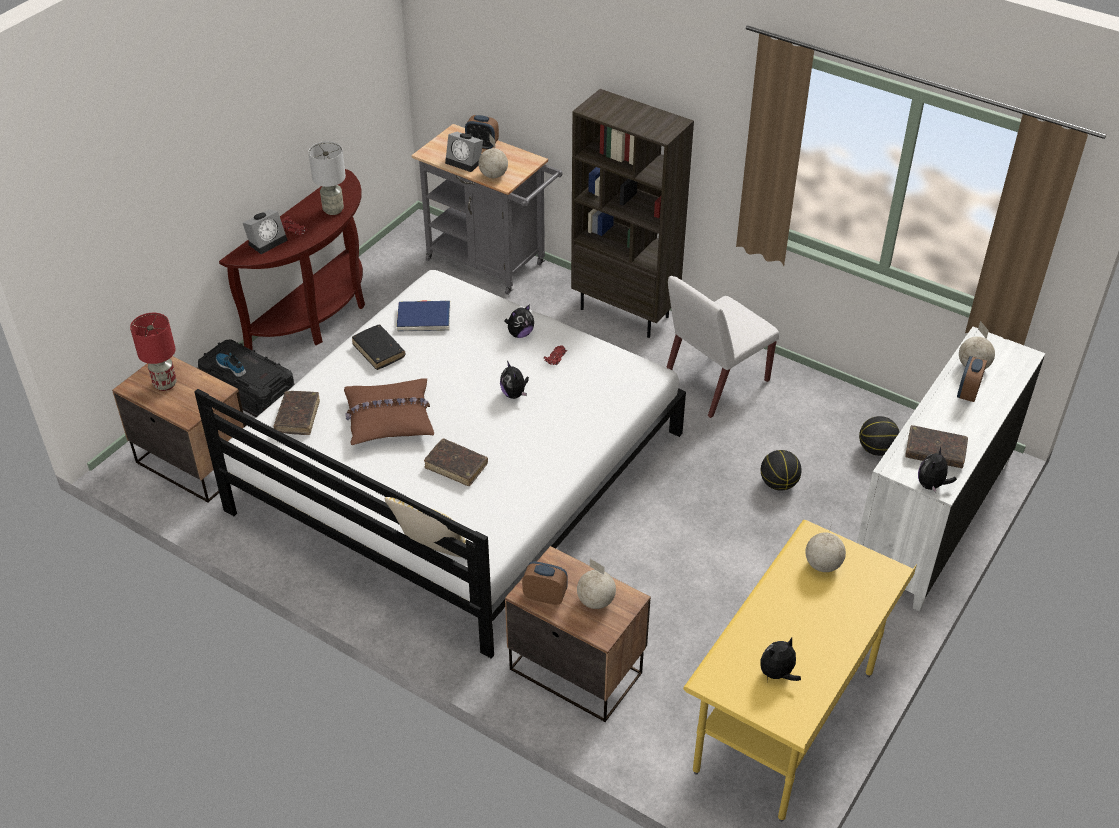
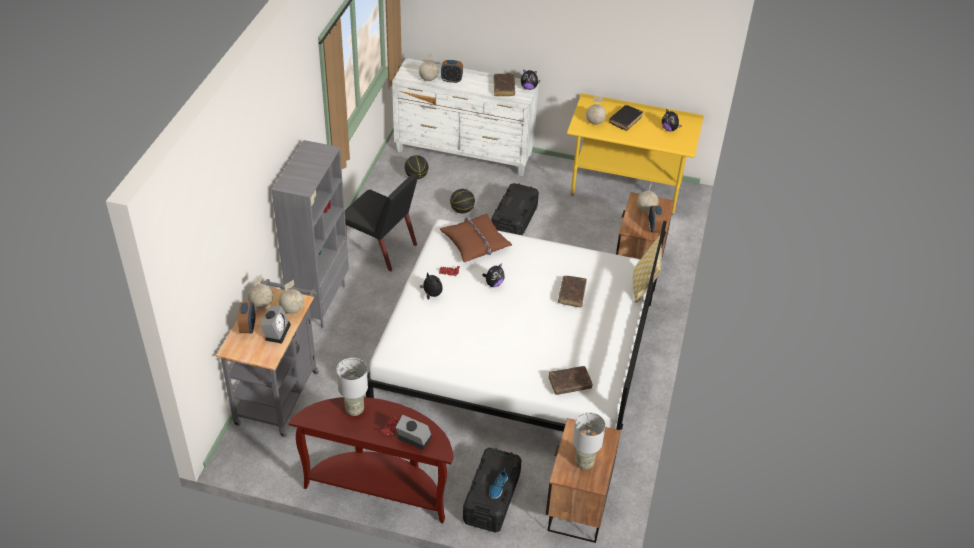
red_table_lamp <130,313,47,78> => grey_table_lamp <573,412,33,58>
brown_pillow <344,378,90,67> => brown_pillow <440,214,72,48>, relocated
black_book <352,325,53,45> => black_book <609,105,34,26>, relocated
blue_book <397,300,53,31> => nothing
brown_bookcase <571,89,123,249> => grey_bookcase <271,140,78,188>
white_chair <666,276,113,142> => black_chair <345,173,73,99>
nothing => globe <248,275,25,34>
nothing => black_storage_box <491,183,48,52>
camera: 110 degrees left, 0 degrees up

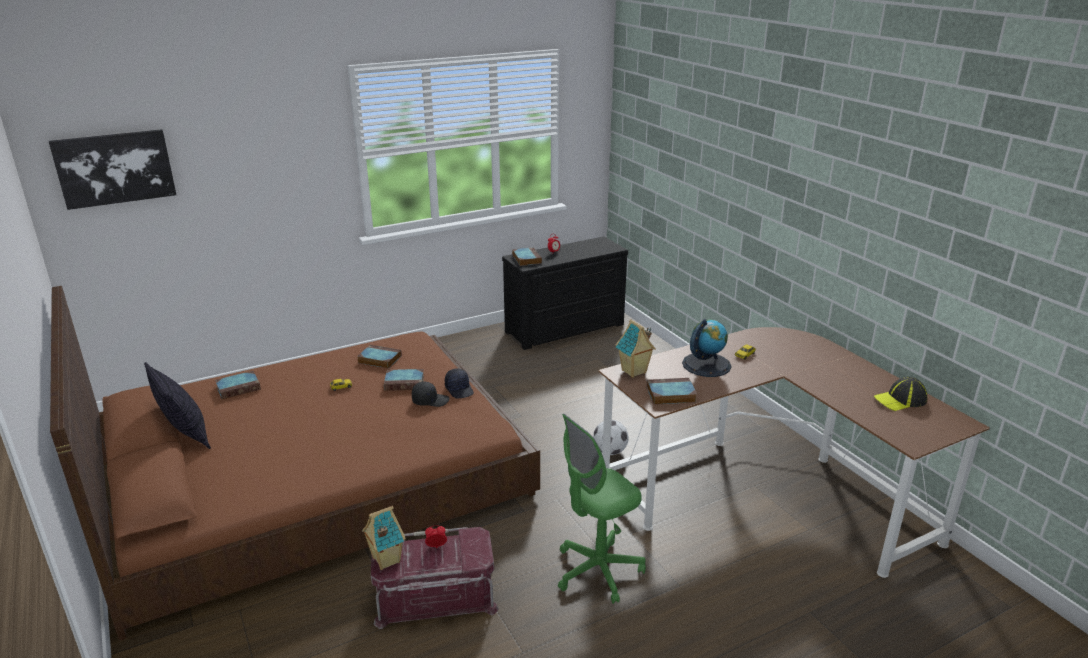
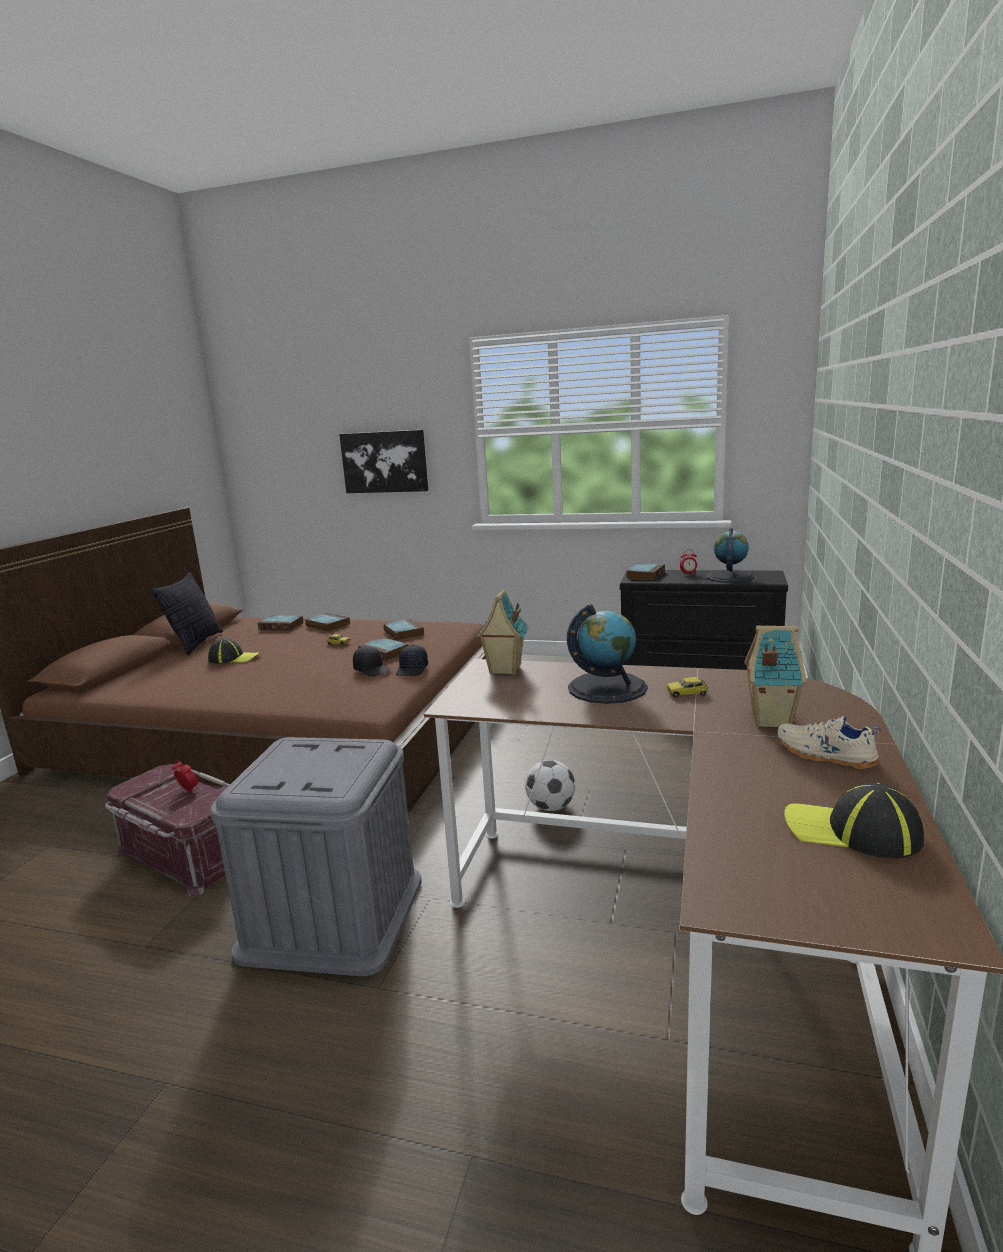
picture <49,129,127,81> => picture <339,430,89,63>, relocated
toy_house <362,506,44,64> => toy_house <744,626,62,101>, relocated
green_office_chair <558,414,88,190> => grey_storage_box <210,737,212,239>
book <647,378,50,27> => book <305,613,45,19>, relocated
nothing => cap <208,638,52,26>
nothing => globe <706,528,48,55>
nothing => beige_shoe <777,716,104,53>
camera: 45 degrees right, 10 degrees down

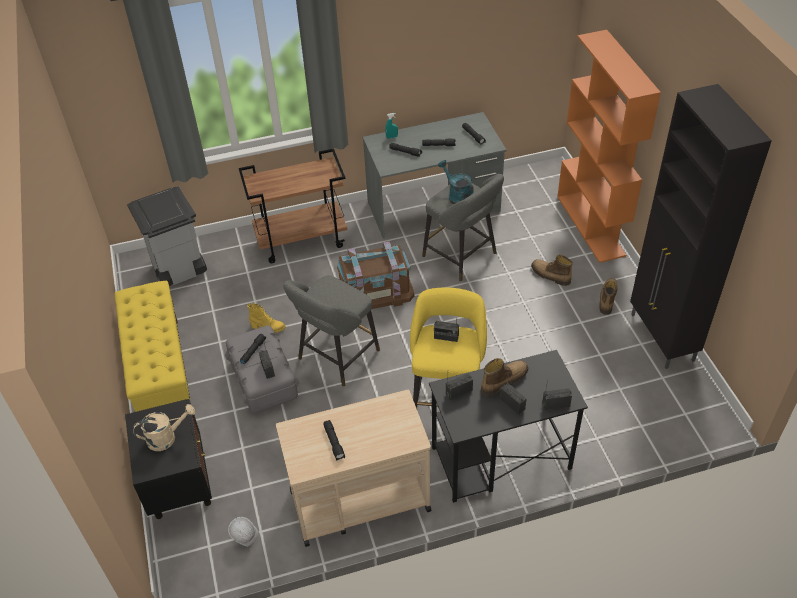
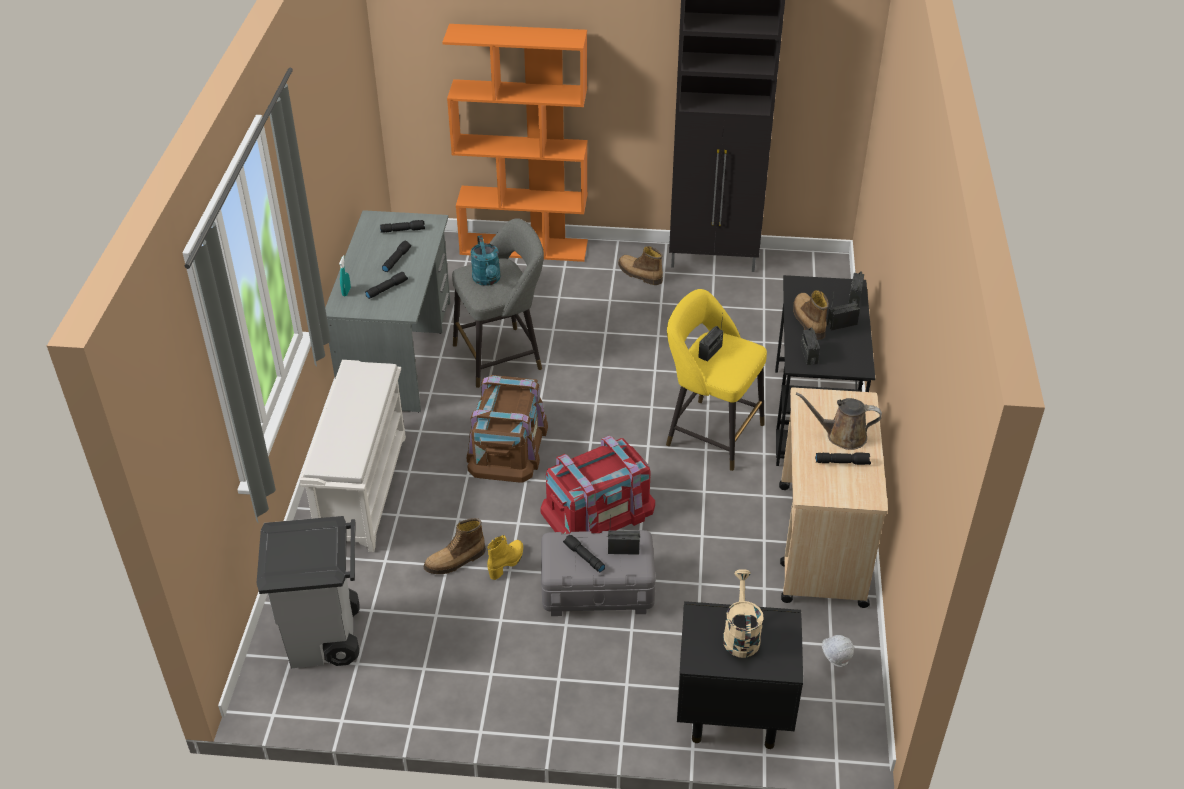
yellow_bench <115,281,75,131> => nothing
brown_cart <239,148,108,115> => white_shoe_rack <300,360,106,192>
grey_stool <283,275,97,111> => red_storage_box <541,435,114,99>
turquoise_watering_can <438,160,36,44> => turquoise_watering_can <470,235,31,51>, 90 degrees counterclockwise
boot <531,255,42,31> => boot <424,518,62,56>, relocated
nothing => brown_watering_can <796,392,86,58>
camera: 70 degrees left, 5 degrees down

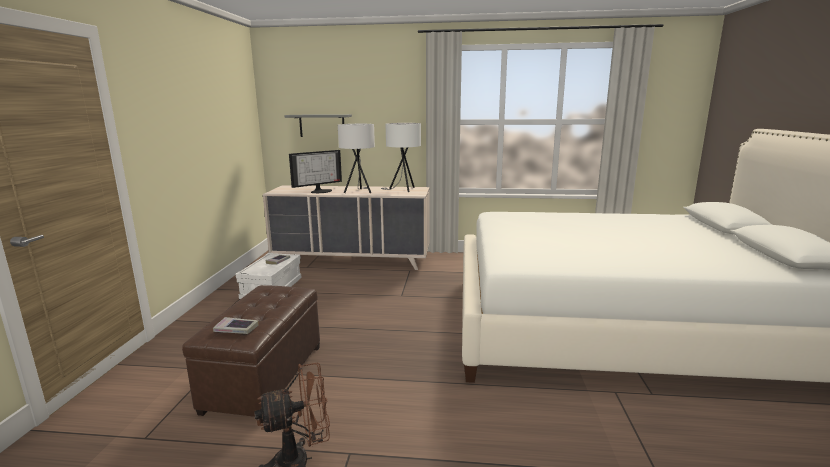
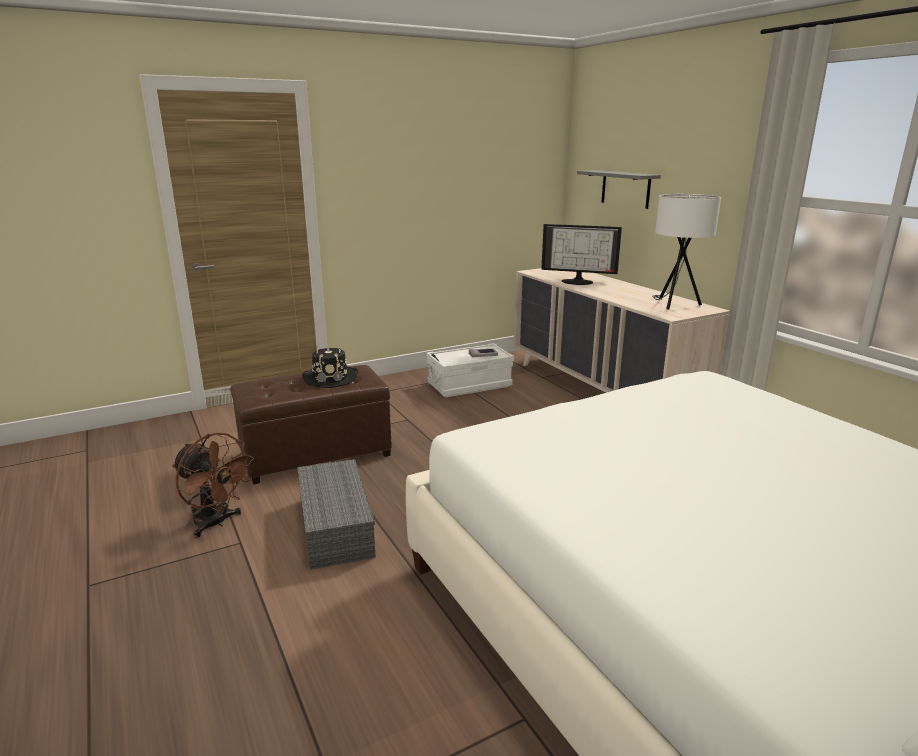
book <213,317,46,17> => nothing
white_table_lamp <338,124,37,69> => nothing
nothing => grey_storage_box <297,459,79,111>
nothing => black_hat <302,348,56,40>
camera: 55 degrees right, 5 degrees up

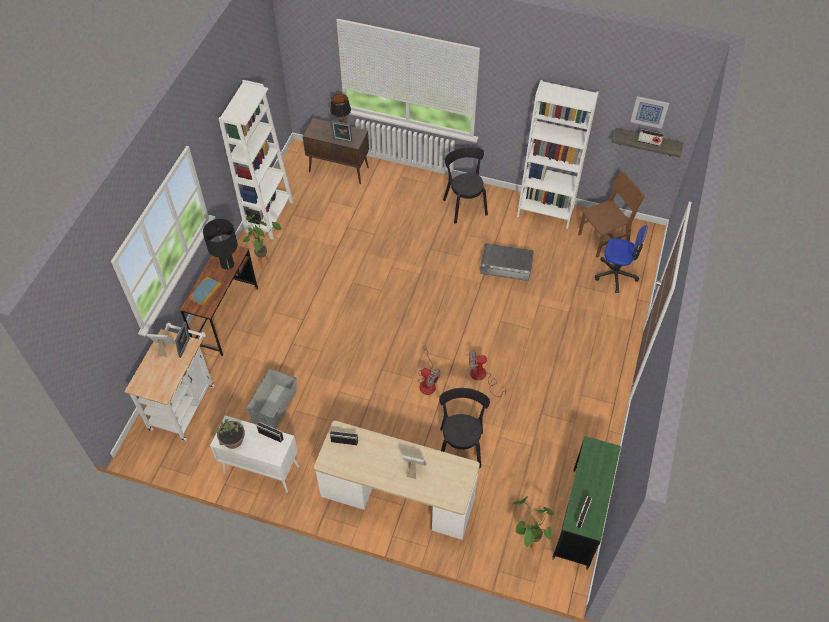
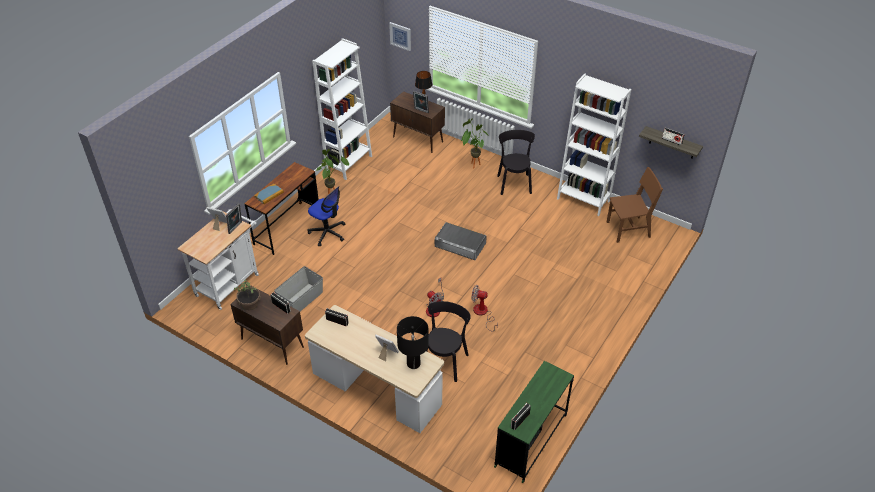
black_table_lamp <203,219,35,51> => black_table_lamp <397,316,32,53>, relocated
white_cabinet <210,415,89,78> => brown_cabinet <230,286,74,79>
grey_storage_box <480,243,54,38> => grey_storage_box <435,222,52,38>, relocated
potted_plant <512,496,42,55> => potted_plant <461,118,28,51>, relocated
office_chair <595,225,53,68> => office_chair <307,186,38,61>, relocated
picture <630,96,39,33> => picture <389,22,22,29>, relocated
camera: 15 degrees right, 10 degrees down

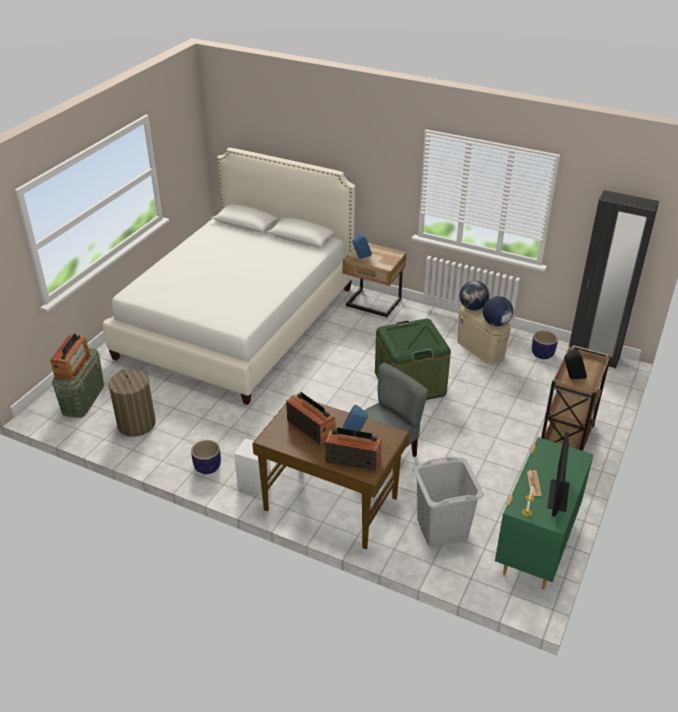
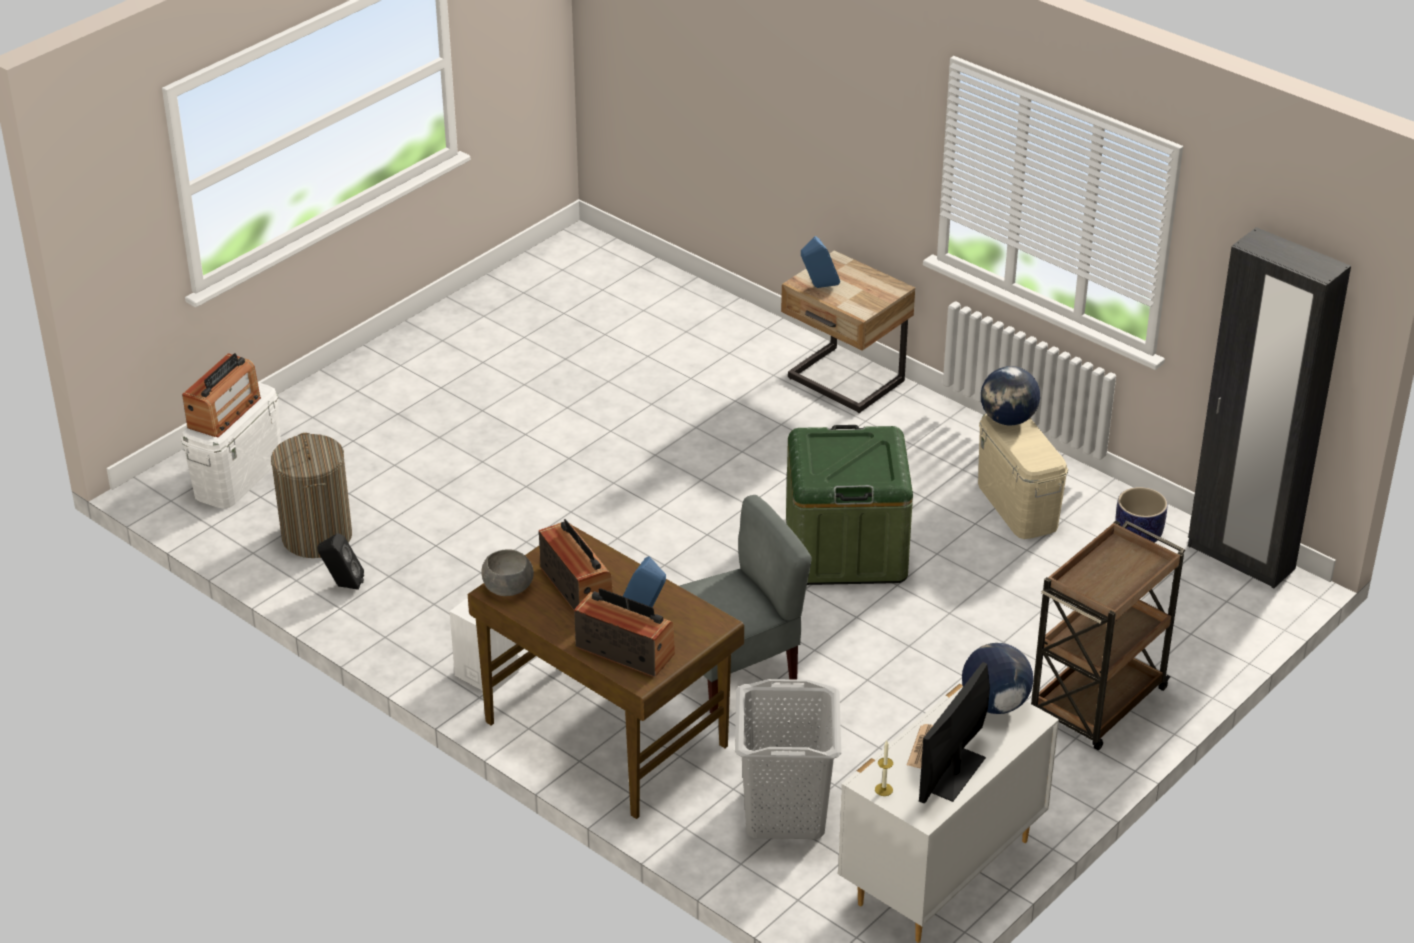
green_storage_box <52,348,52,70> => white_storage_box <181,382,100,127>
white_bed <103,148,252,257> => nothing
planter <191,440,30,34> => nothing
globe <483,296,30,30> => globe <962,643,71,71>, relocated
green_dresser <495,437,99,152> => white_dresser <838,682,221,261>
black_speaker <564,348,23,31> => black_speaker <318,534,46,56>, relocated
nothing => grey_bowl <481,549,53,47>
camera: 15 degrees right, 0 degrees up

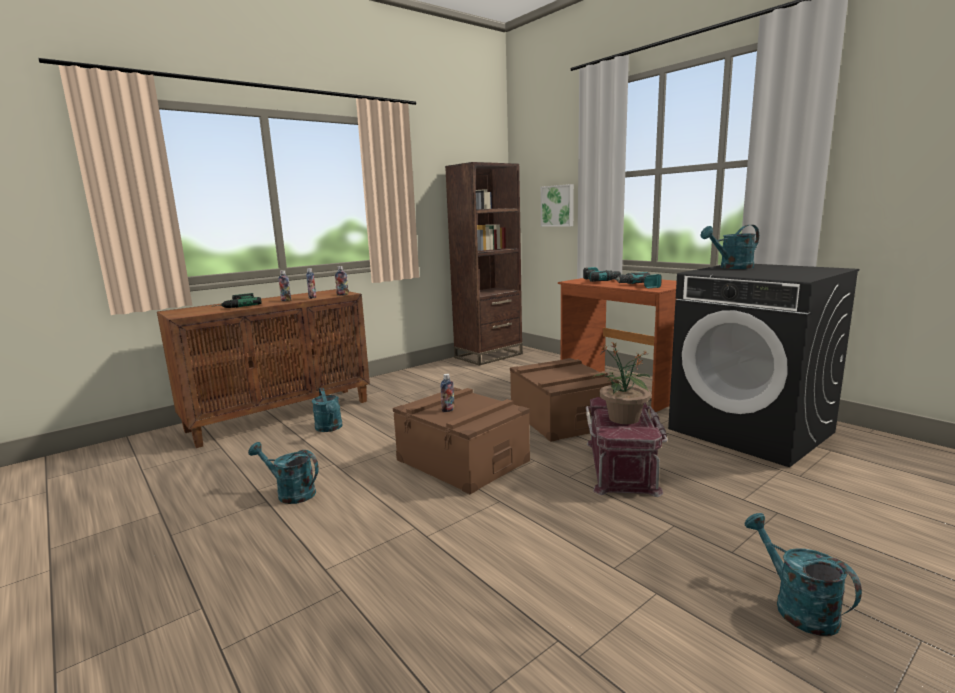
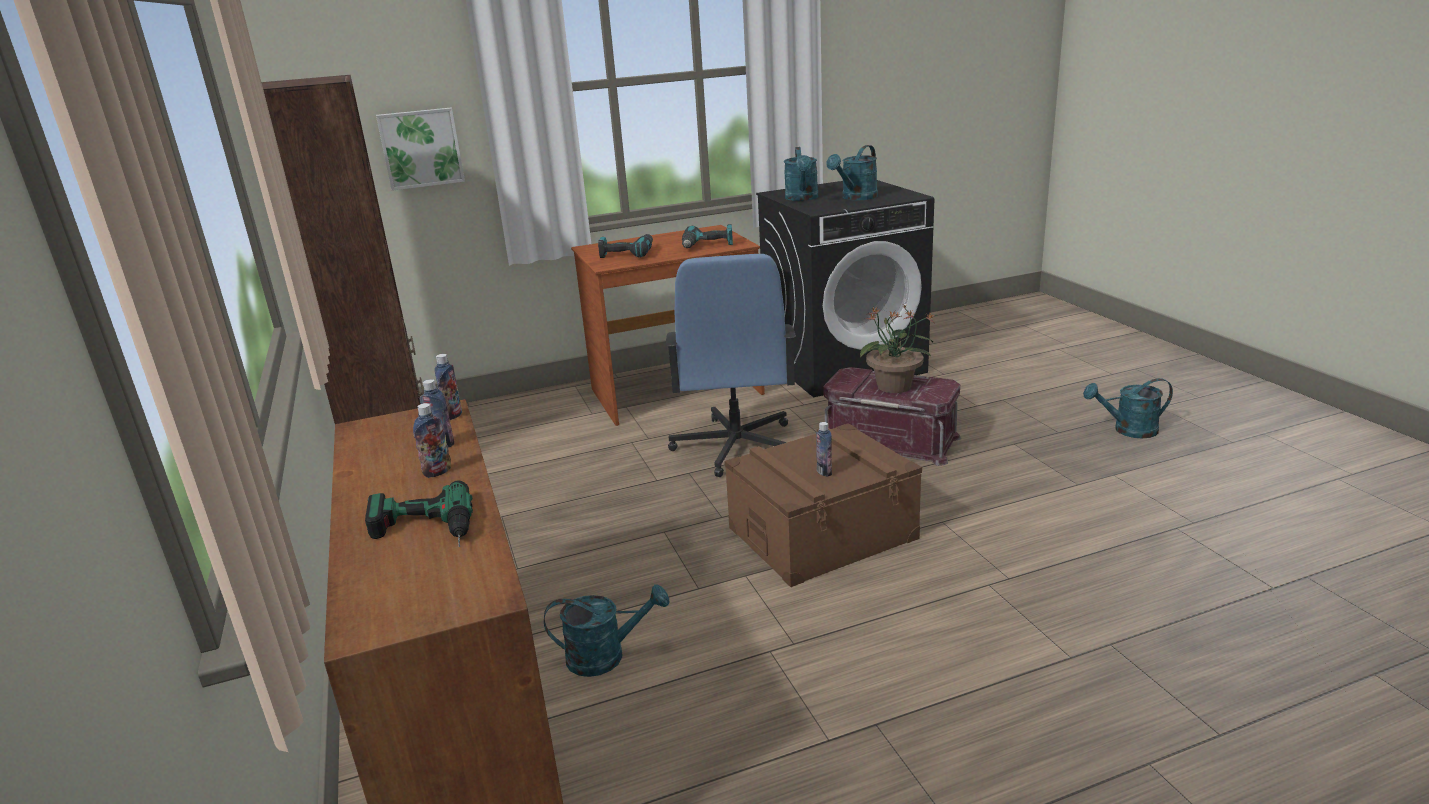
turquoise_watering_can <248,442,71,62> => turquoise_watering_can <826,145,52,55>, relocated
brown_storage_box <510,358,109,84> => blue_office_chair <666,254,130,223>
camera: 70 degrees left, 10 degrees up

